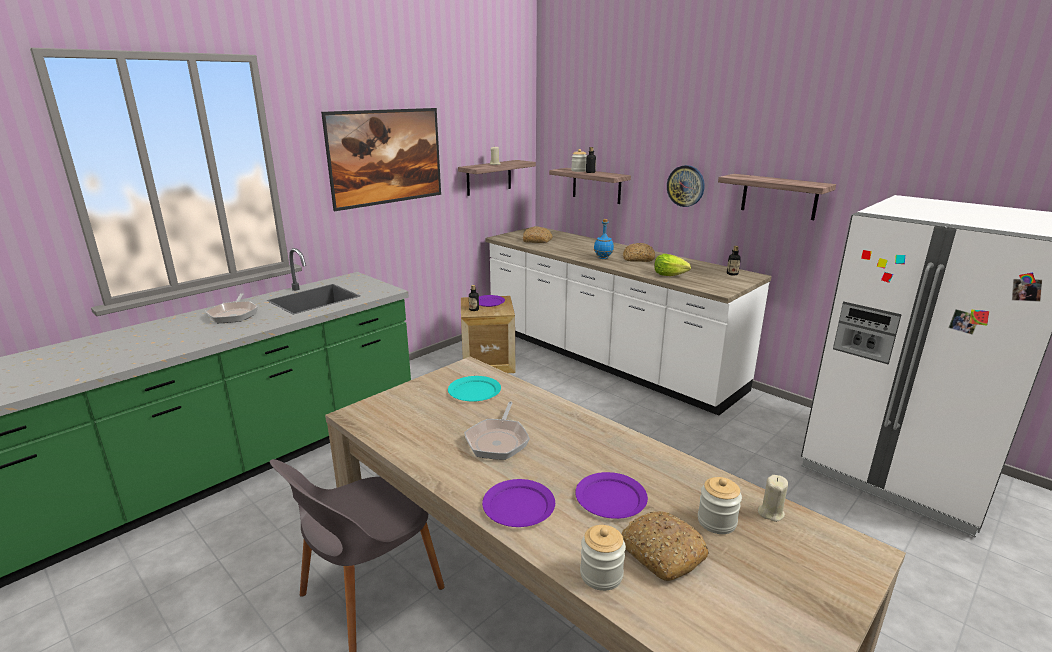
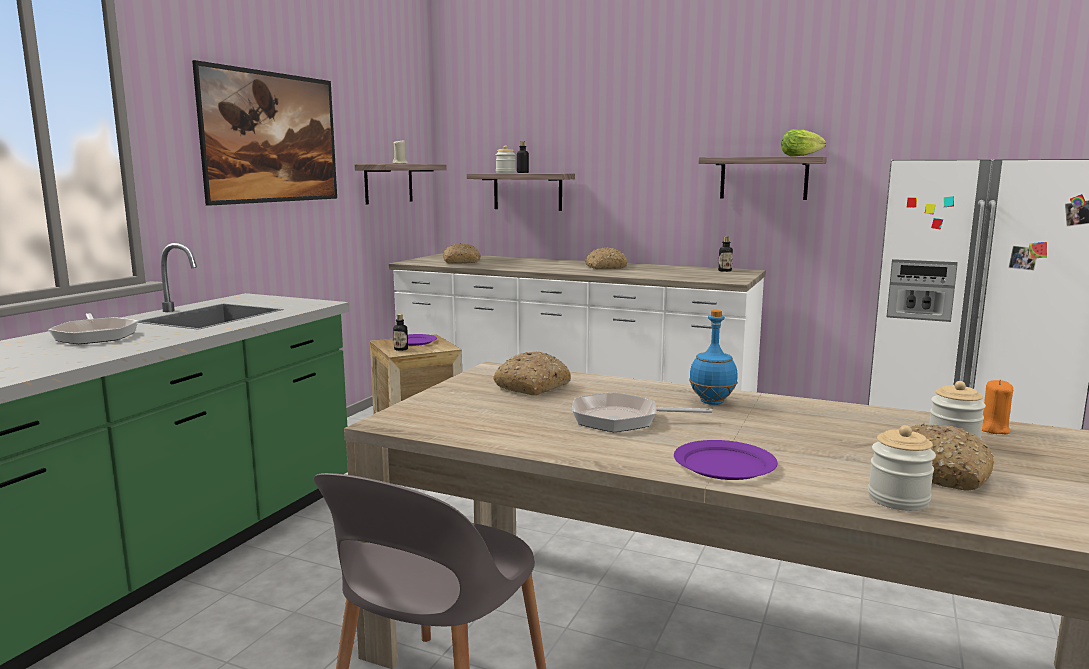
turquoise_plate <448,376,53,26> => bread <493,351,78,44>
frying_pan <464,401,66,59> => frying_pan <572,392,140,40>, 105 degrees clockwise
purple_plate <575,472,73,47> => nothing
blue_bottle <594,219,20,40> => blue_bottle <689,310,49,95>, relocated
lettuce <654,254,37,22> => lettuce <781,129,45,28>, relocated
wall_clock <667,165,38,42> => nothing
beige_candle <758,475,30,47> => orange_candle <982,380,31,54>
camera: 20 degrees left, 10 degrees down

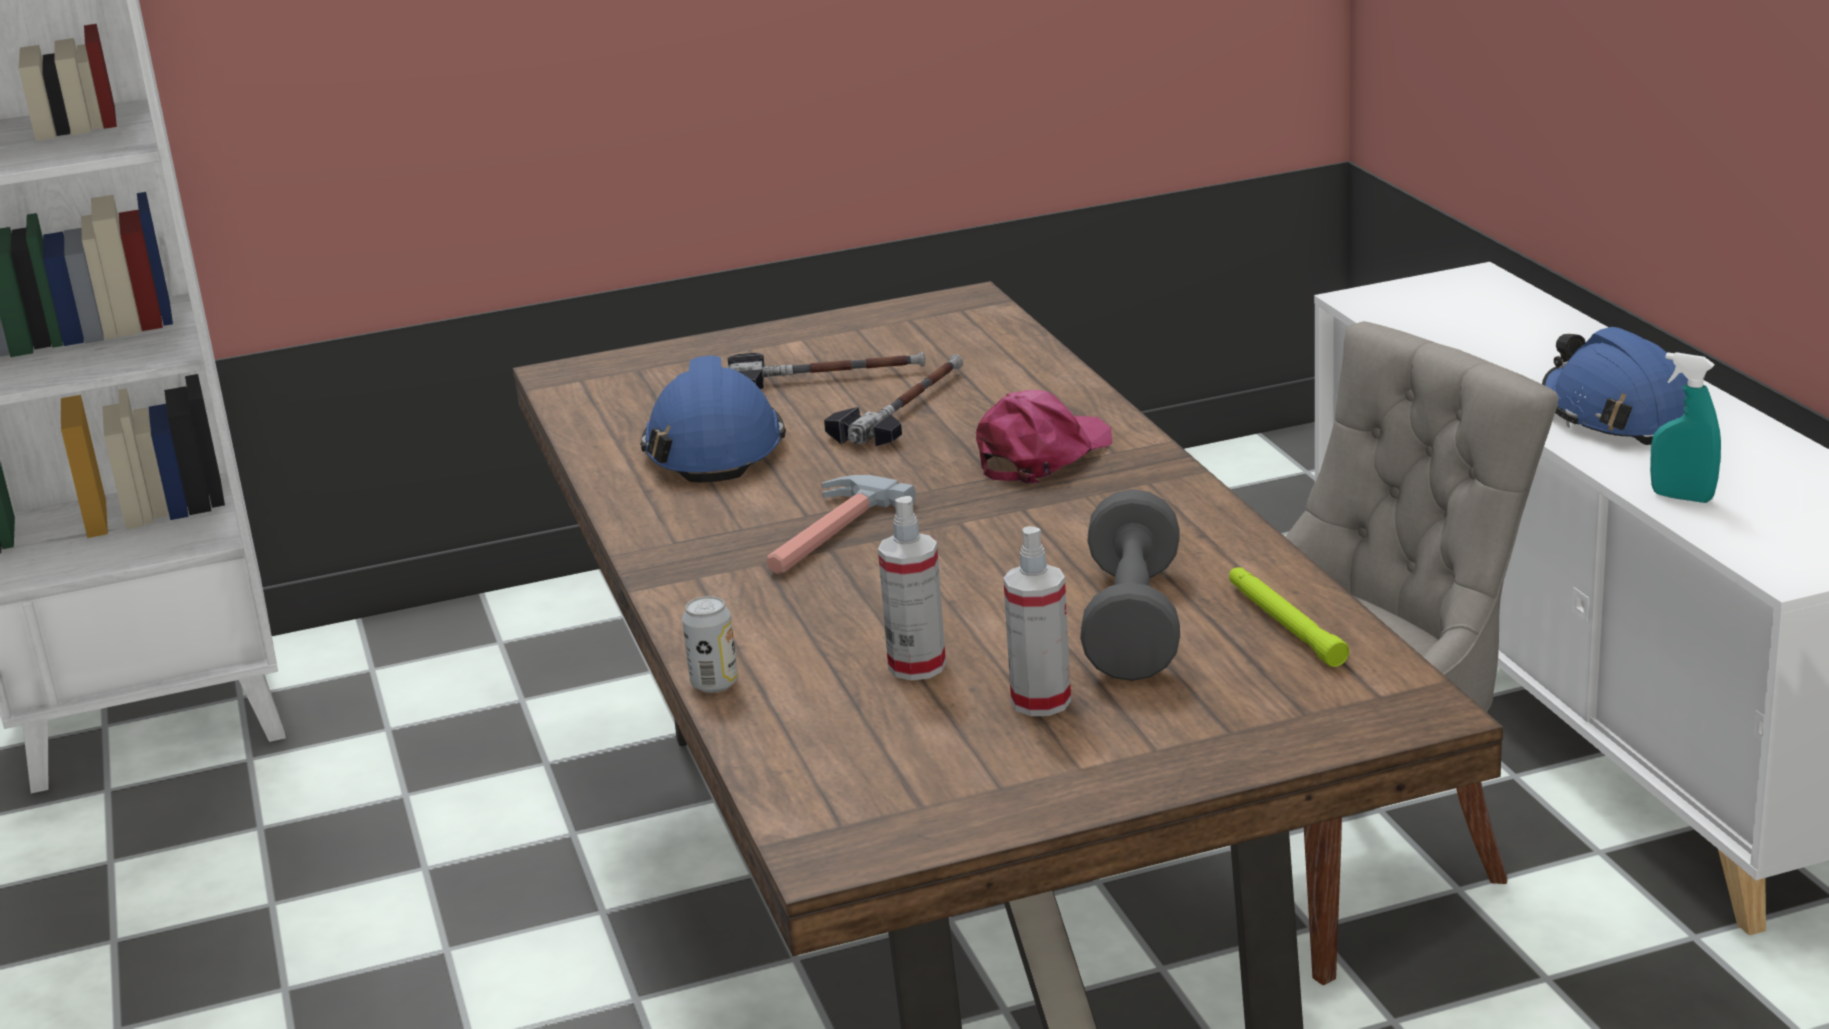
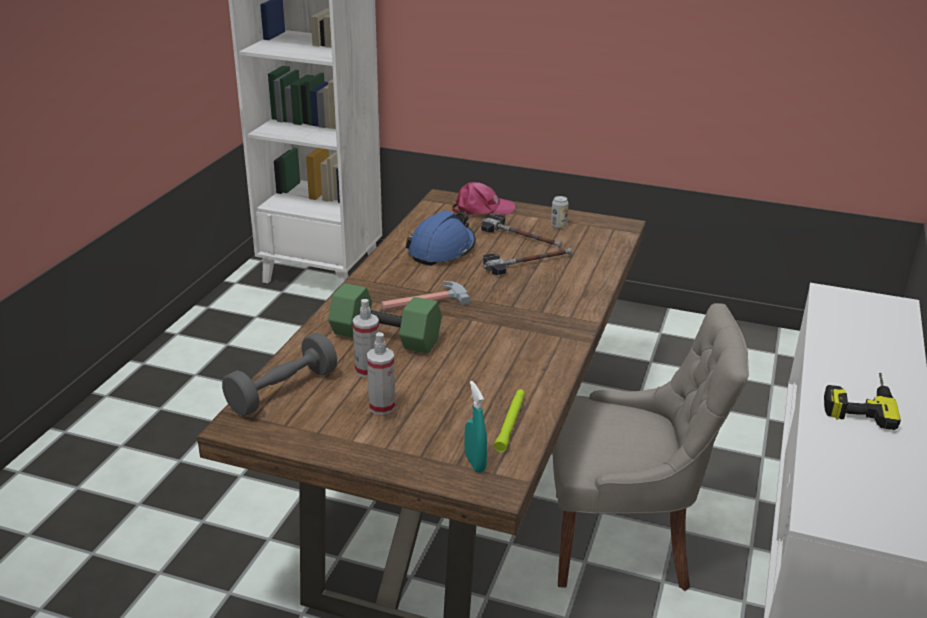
can <682,596,56,97> => can <551,196,17,33>, relocated
pink_cap <976,390,136,93> => pink_cap <452,182,63,34>, relocated
grey_dumbbell <1080,489,100,192> => grey_dumbbell <222,332,115,84>, relocated
blue_hard_hat <1542,327,146,118> => power_drill <824,372,77,58>
turquoise_spray_bottle <1650,352,71,151> => turquoise_spray_bottle <465,381,22,92>, relocated
nothing => green_dumbbell <328,283,114,71>
camera: 35 degrees right, 5 degrees up

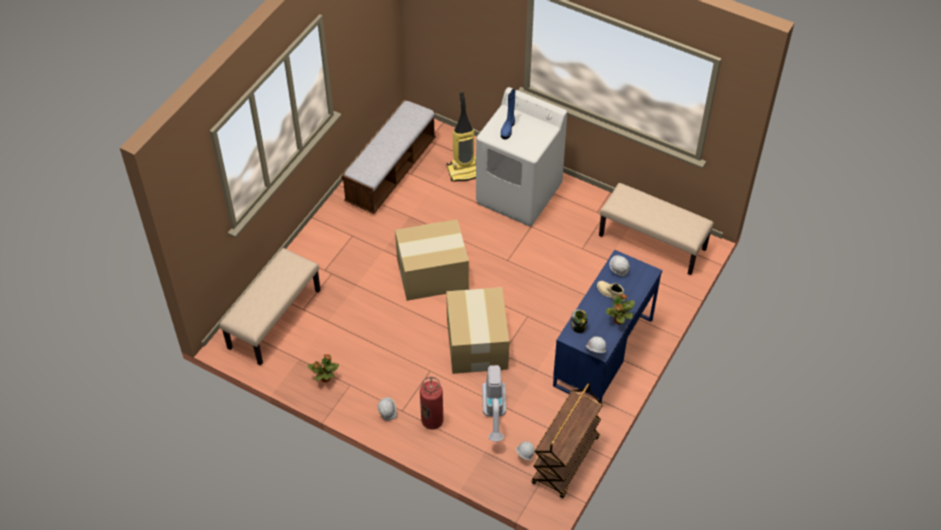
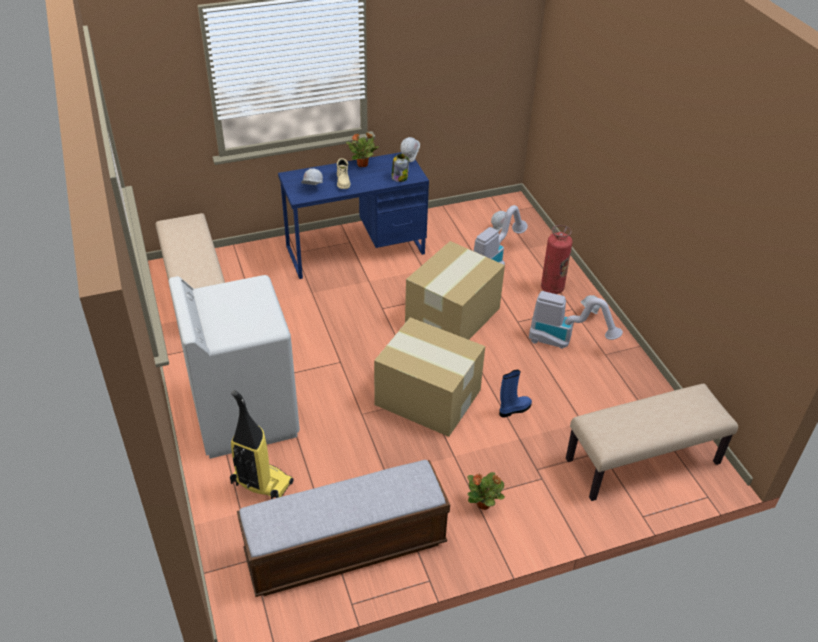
potted_plant <308,354,31,28> => potted_plant <467,472,38,38>, relocated
blue_boot <501,89,14,50> => blue_boot <499,370,33,47>, relocated
brown_cart <532,383,71,115> => nothing
nothing => vacuum_cleaner <529,291,94,58>
camera: 140 degrees left, 10 degrees down

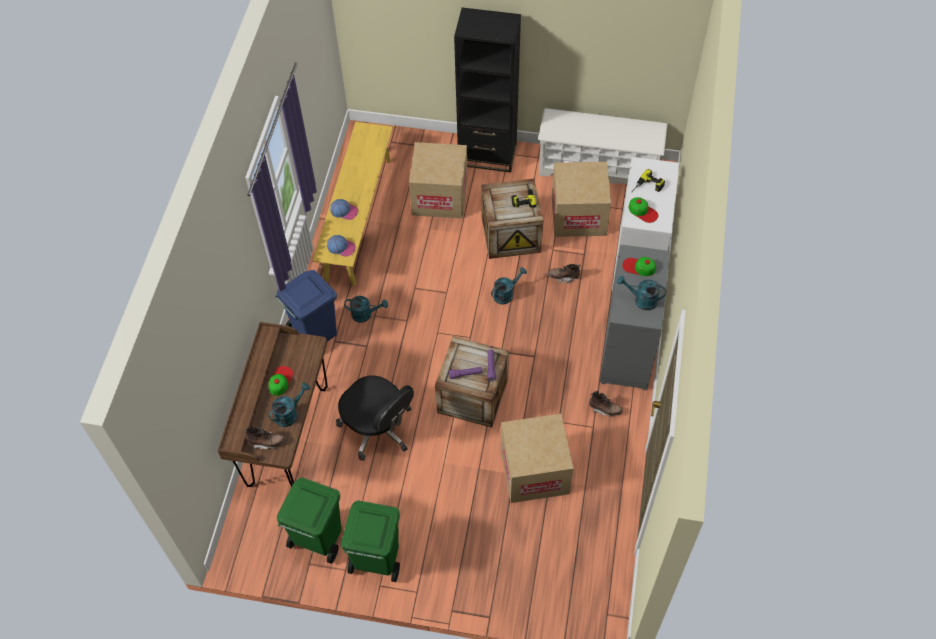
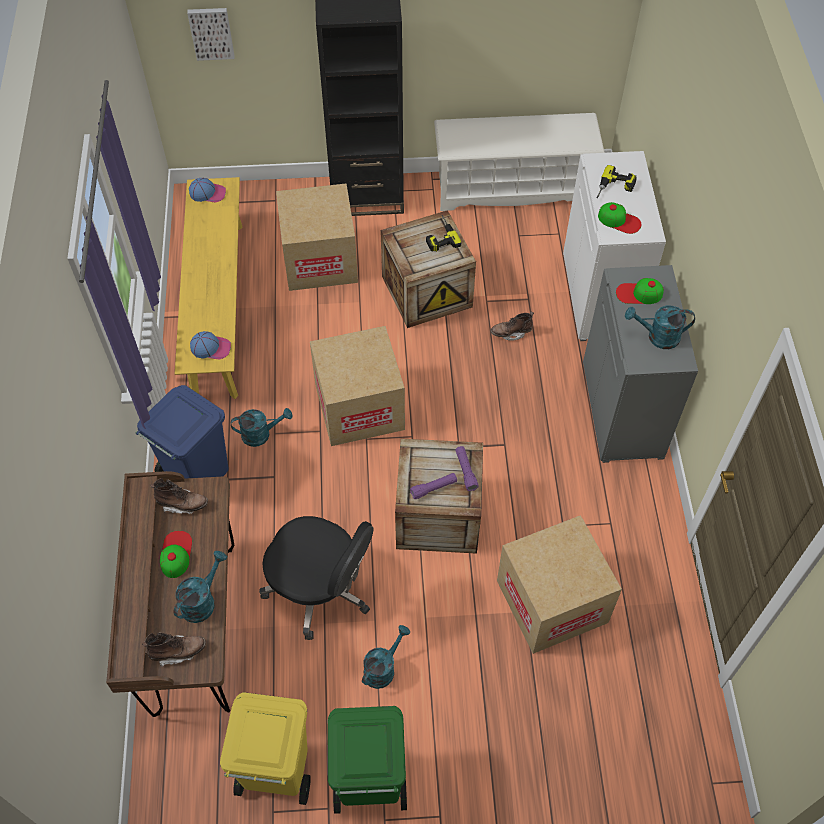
green_trash_can <277,477,65,87> => yellow_trash_can <220,692,91,113>
cap <330,199,28,21> => cap <189,178,37,24>, relocated
turquoise_watering_can <491,267,36,38> => turquoise_watering_can <362,625,48,64>, relocated
cardboard_box <552,162,59,75> => cardboard_box <310,326,95,120>, relocated
brown_boot <589,391,34,26> => brown_boot <150,478,58,36>, relocated
nothing => picture <187,8,47,53>
camera: 15 degrees left, 0 degrees up

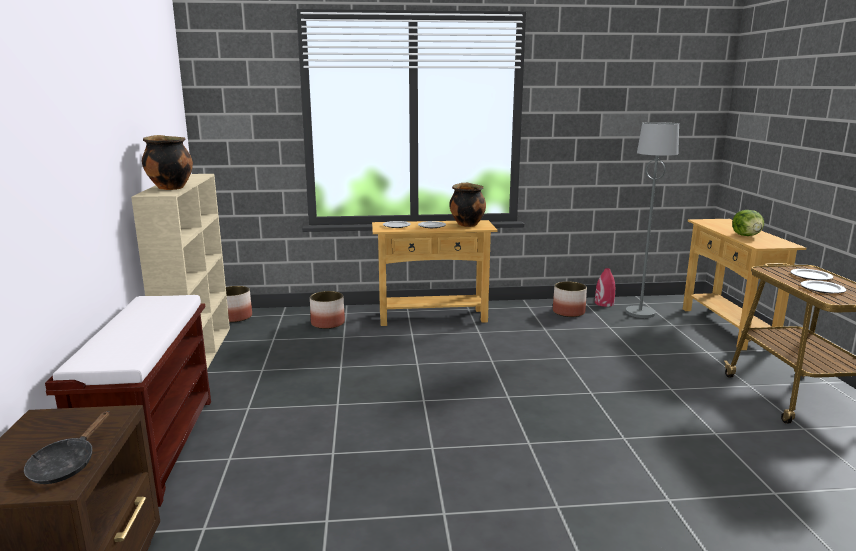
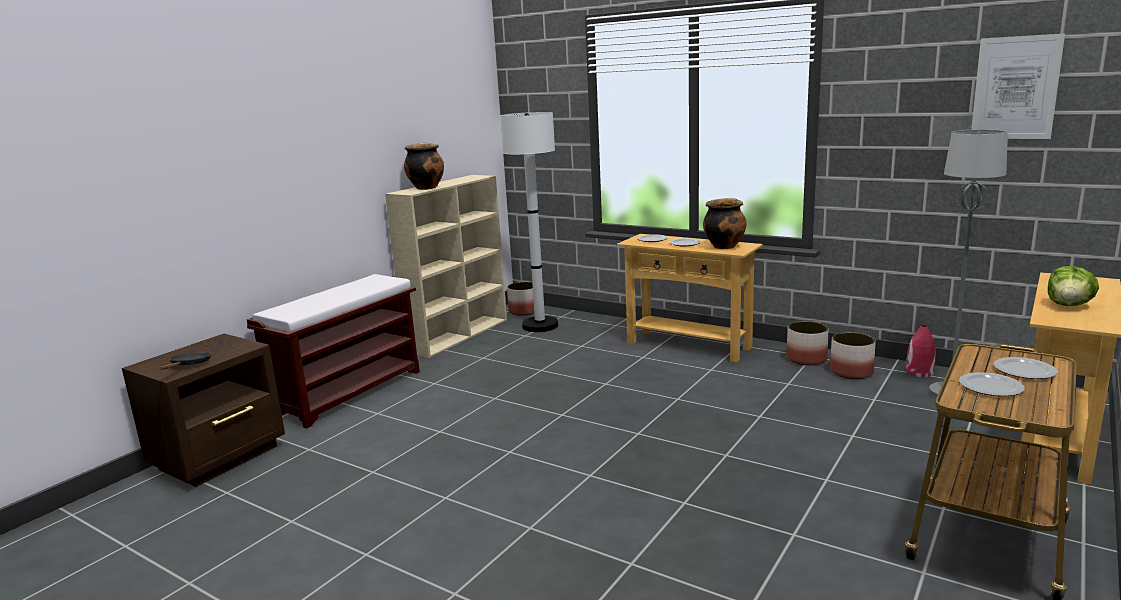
black_frying_pan <24,411,85,73> => black_frying_pan <160,352,51,18>, 135 degrees clockwise
planter <310,291,35,38> => planter <786,321,43,44>, relocated
nothing => white_floor_lamp <500,112,58,220>
nothing => picture <971,33,94,106>
camera: 40 degrees right, 0 degrees up

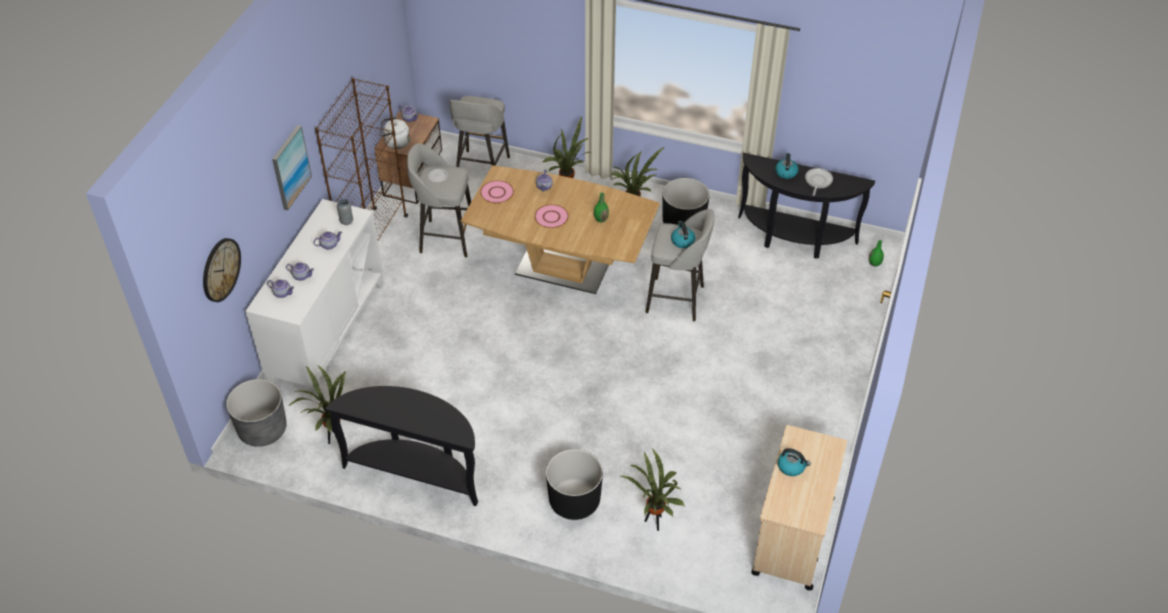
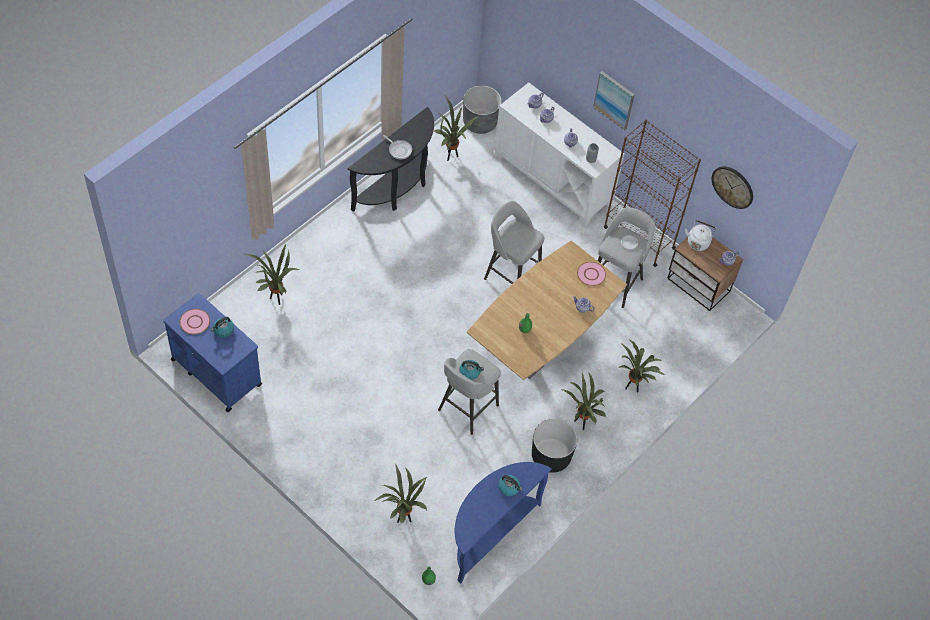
wall_clock <203,238,38,64> => wall_clock <712,166,41,43>, relocated
grey_stool <450,96,60,71> => grey_stool <484,201,60,83>, relocated
pink_plate <534,204,35,24> => pink_plate <180,309,30,25>, relocated
black_planter <546,449,57,71> => nothing
black_console_table <738,153,137,106> => blue_console_table <455,462,97,121>
beige_cart <751,425,96,165> => blue_cart <163,293,99,119>
frying_pan <805,168,28,28> => frying_pan <383,135,29,24>, relocated
nothing => potted_plant <375,464,52,59>
camera: 110 degrees right, 10 degrees up

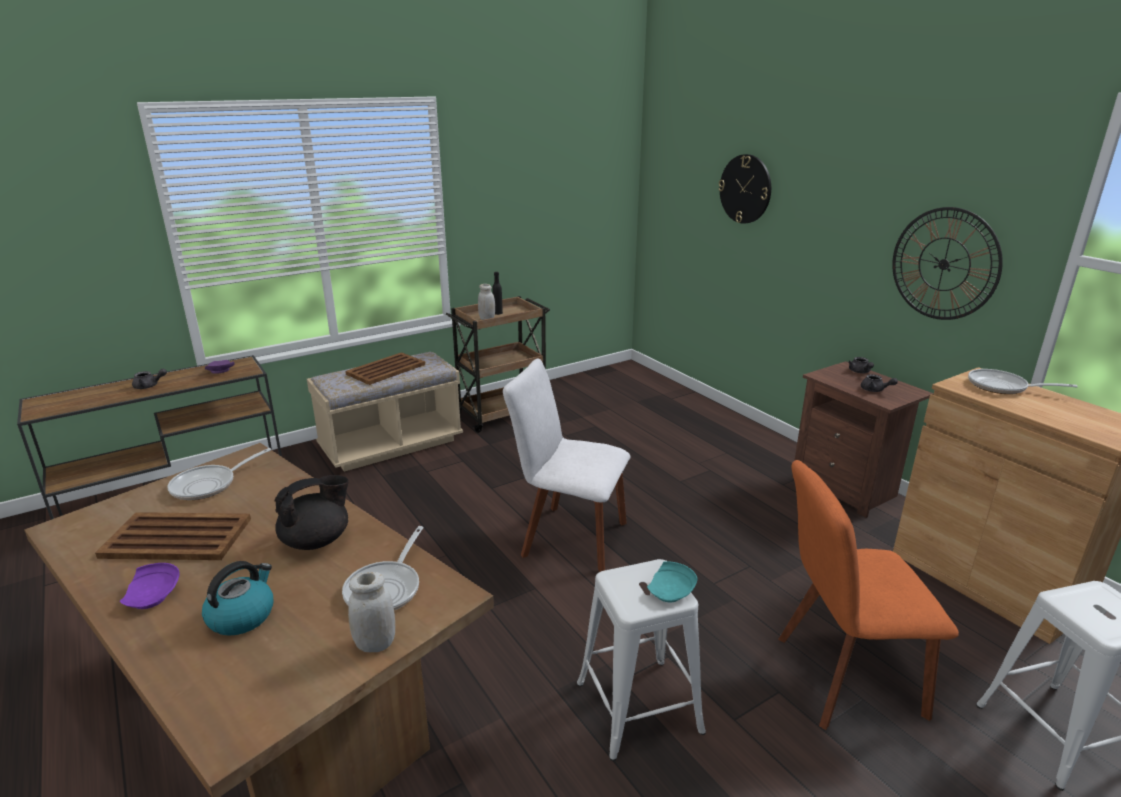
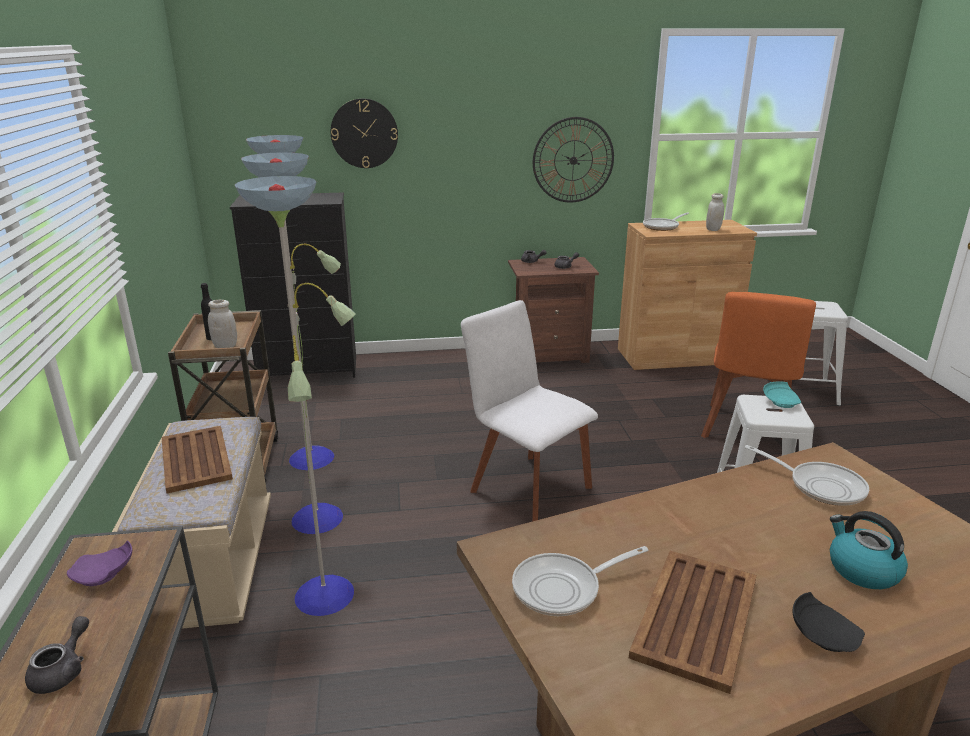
purple_plate <120,563,60,46> => black_plate <792,592,73,60>
frying_pan <167,448,105,52> => frying_pan <512,546,136,70>, 90 degrees clockwise
black_teapot <274,475,75,75> => nothing
white_jar <348,572,47,80> => white_jar <706,193,18,38>, relocated
white_chair <503,359,128,213> => white_chair <461,300,137,222>, 90 degrees clockwise
nothing => black_dresser <230,192,126,186>
nothing => floor_lamp <235,135,121,481>
camera: 65 degrees left, 0 degrees up

